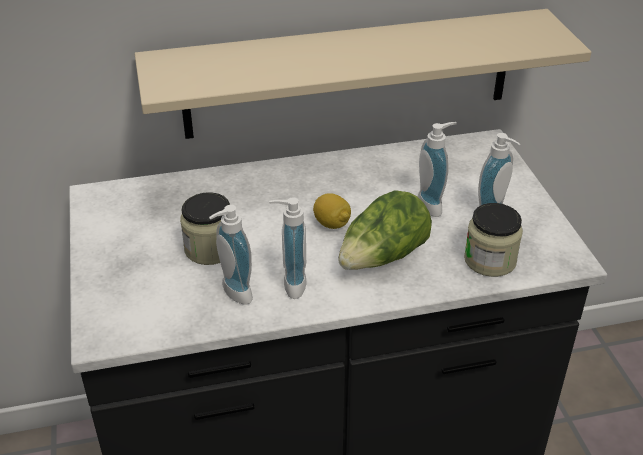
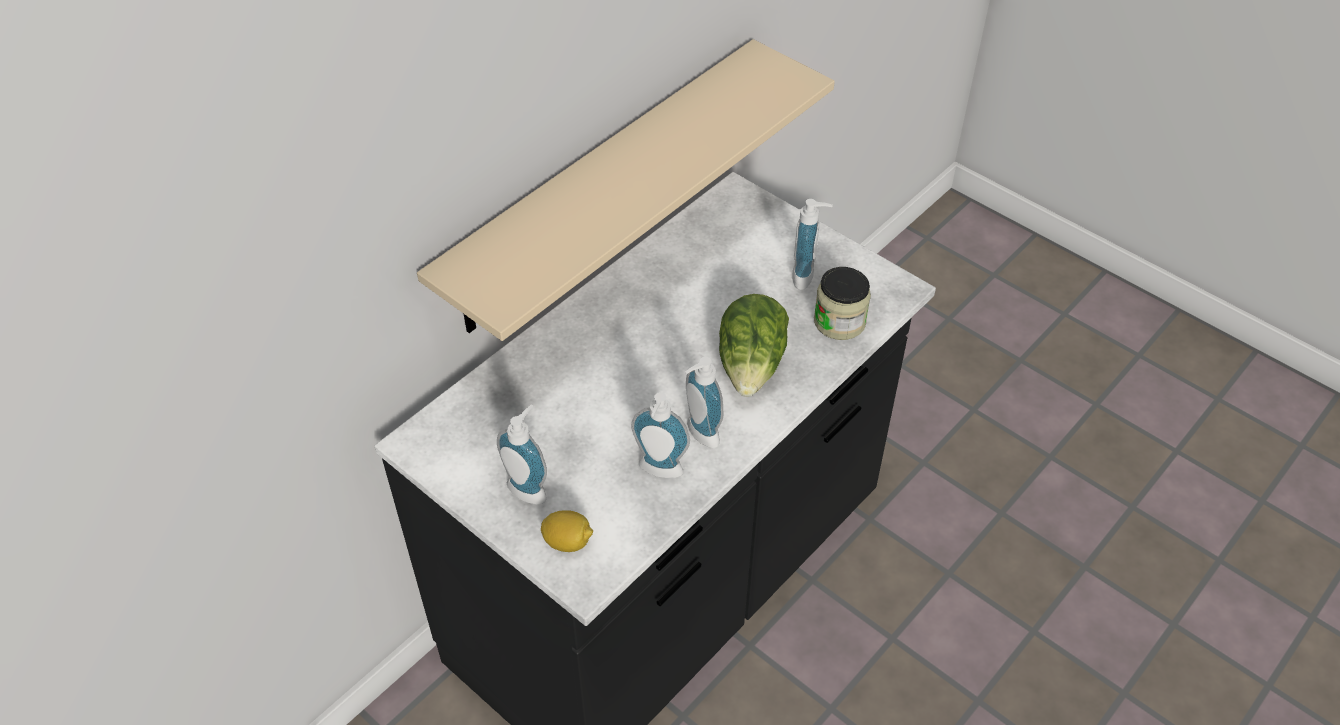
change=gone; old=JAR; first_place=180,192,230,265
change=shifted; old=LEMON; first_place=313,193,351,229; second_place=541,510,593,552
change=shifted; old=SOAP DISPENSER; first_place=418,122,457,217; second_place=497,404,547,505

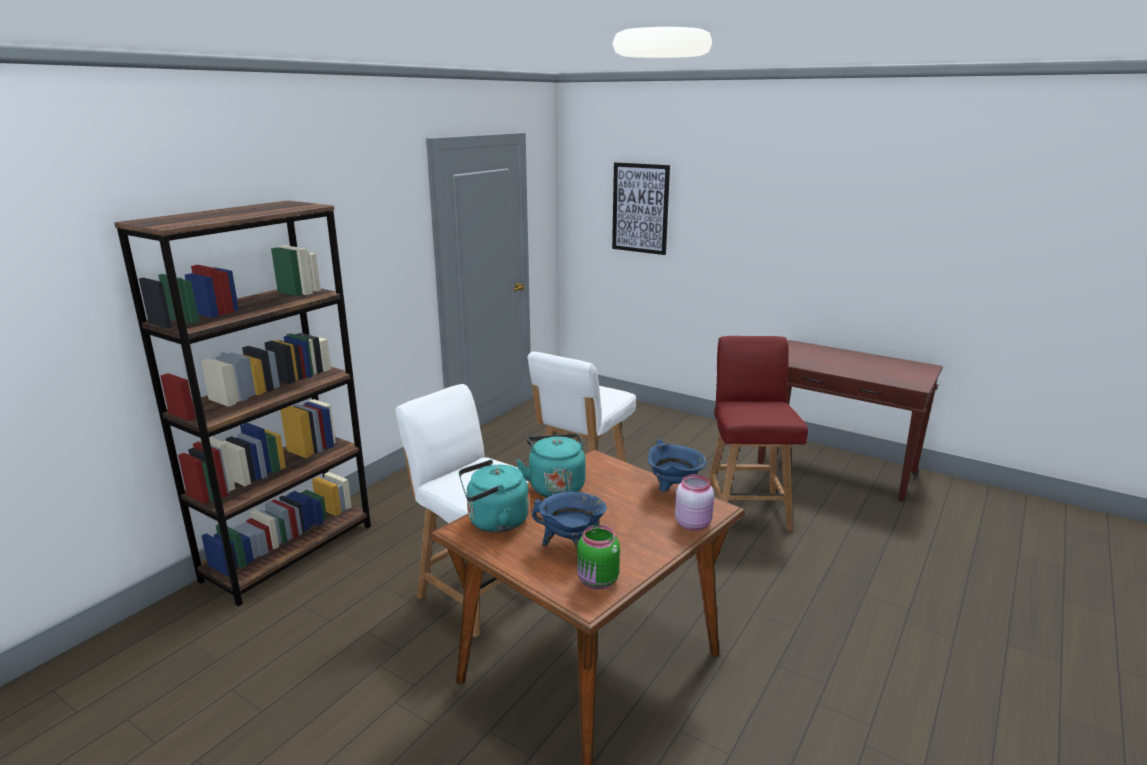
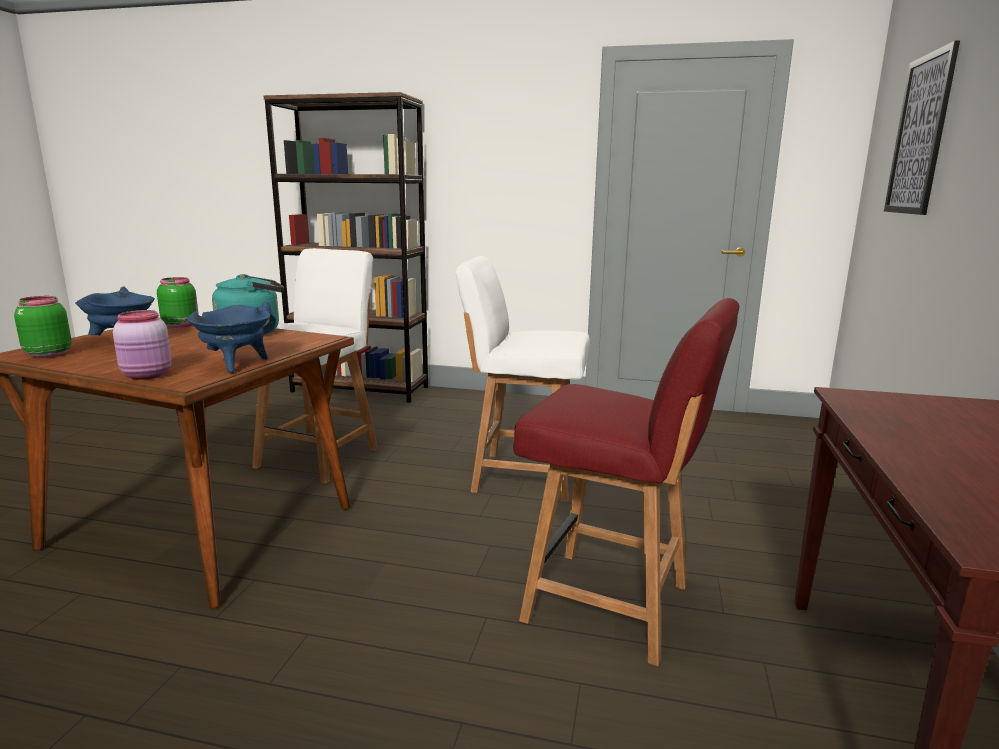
change=swapped; old=TURQUOISE KETTLE; new=GREEN JAR; first_place=459,460,529,533; second_place=157,277,199,328
change=rotated; old=RED CHAIR; first_place=708,336,808,531; second_place=513,298,739,666; degrees=45

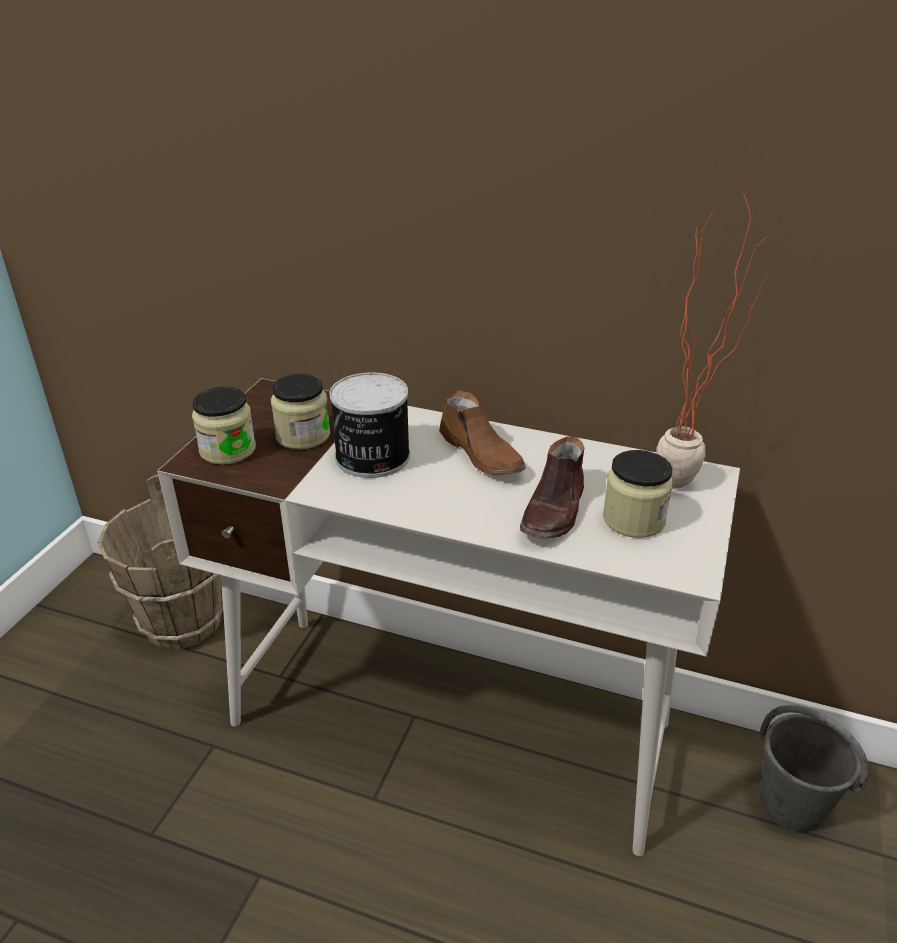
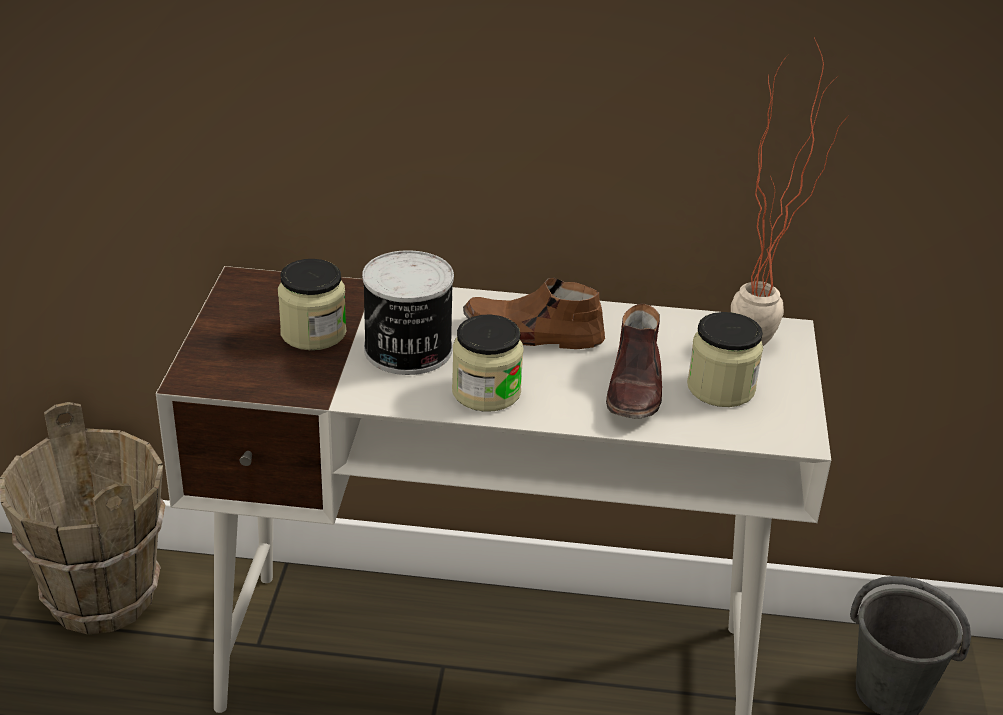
change=shifted; old=JAR; first_place=192,387,256,465; second_place=452,315,524,412
change=rotated; old=BROWN SHOE; first_place=439,390,526,476; second_place=463,278,605,349; degrees=150

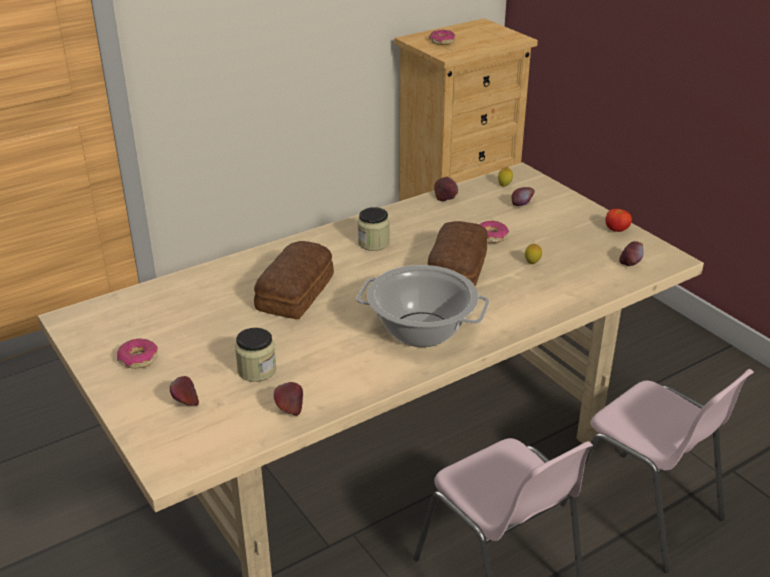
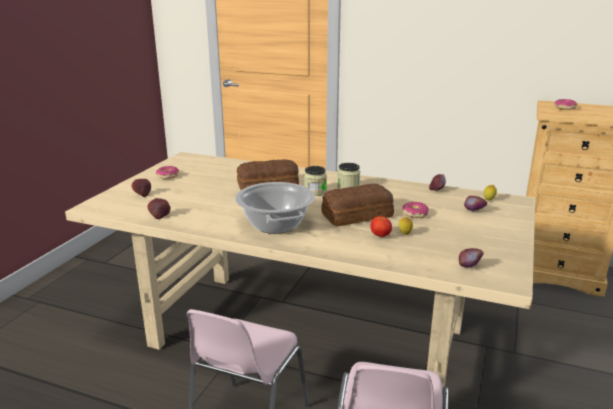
change=shifted; old=JAR; first_place=235,328,276,382; second_place=304,166,327,196
change=shifted; old=TOMATO; first_place=605,209,632,232; second_place=370,216,392,237

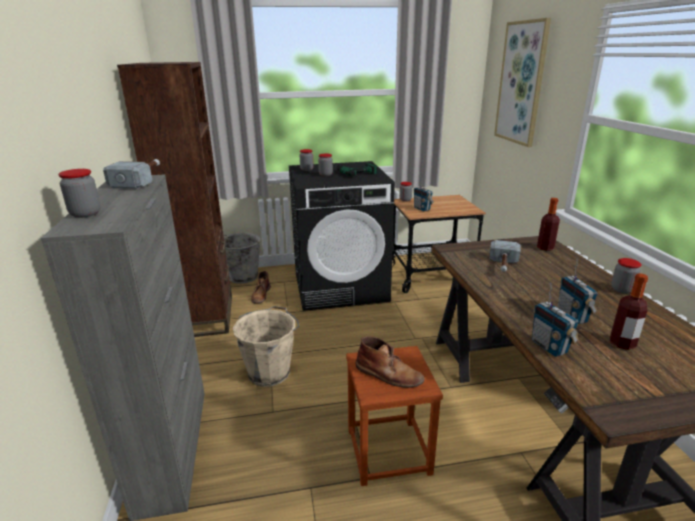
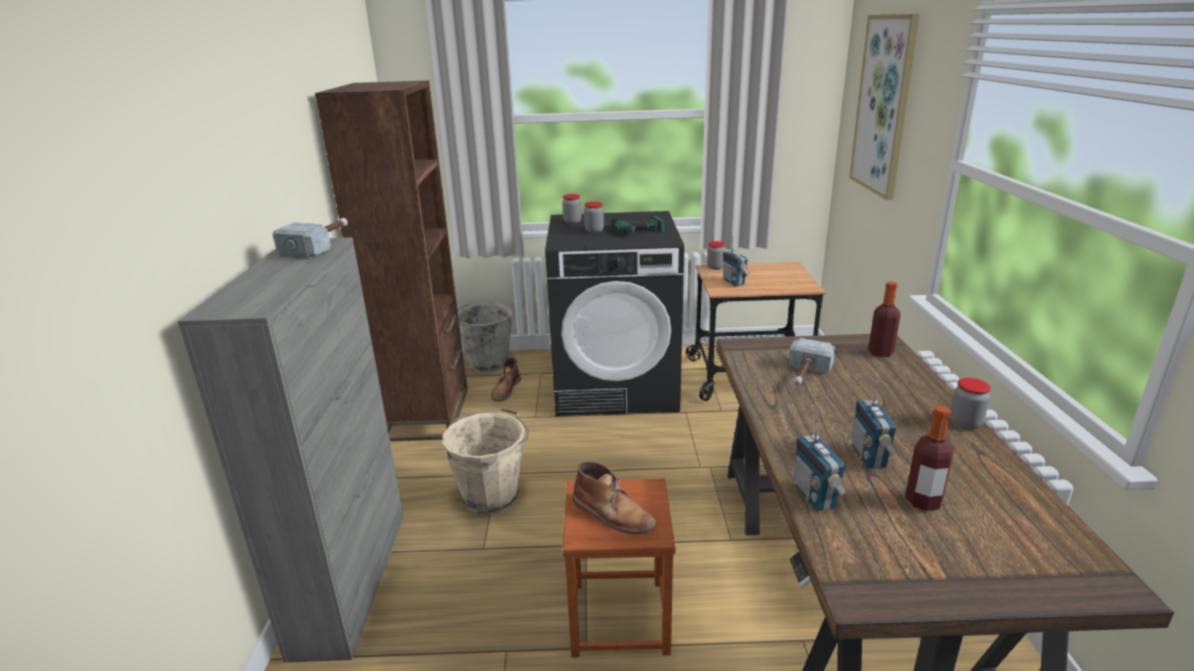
change=gone; old=JAR; first_place=58,169,101,218

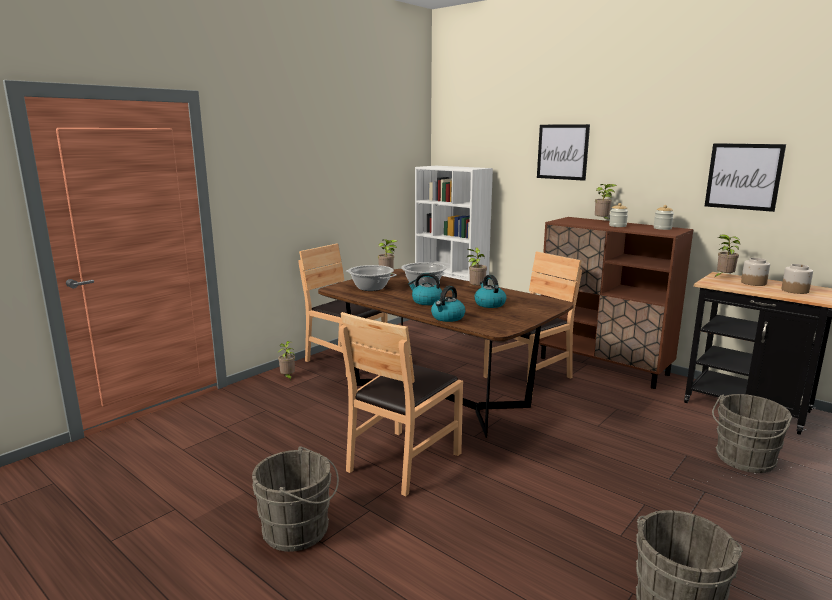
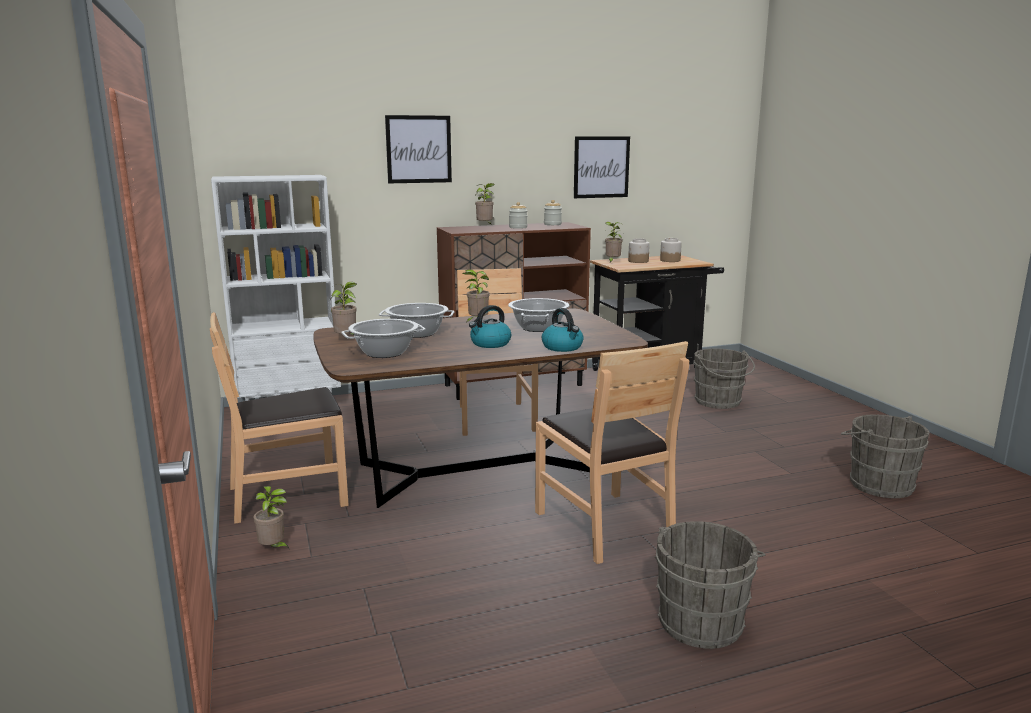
change=swapped; old=KETTLE; new=COOKING POT; first_place=474,275,506,308; second_place=508,298,569,332

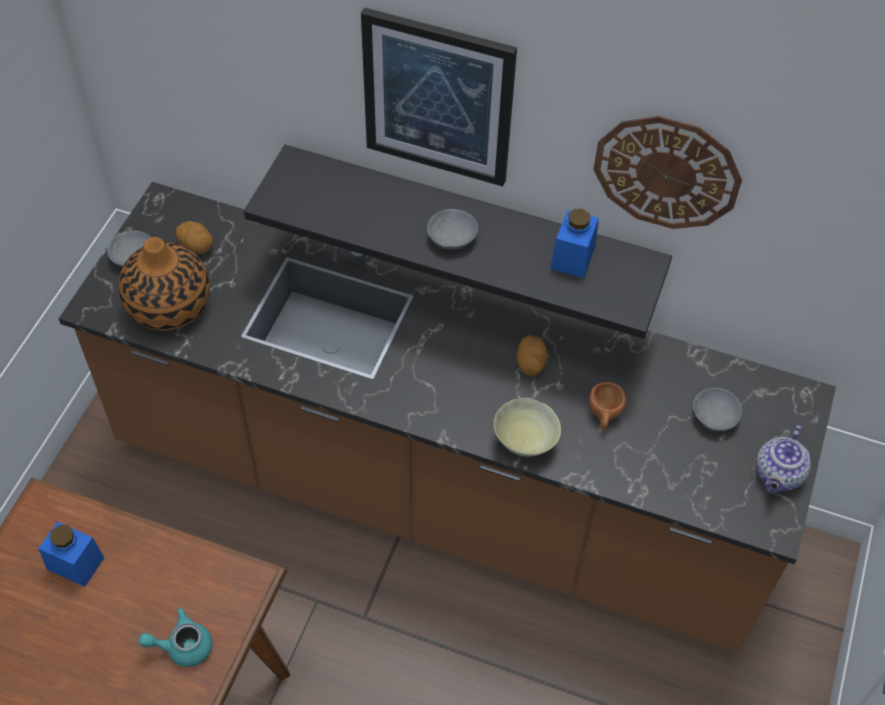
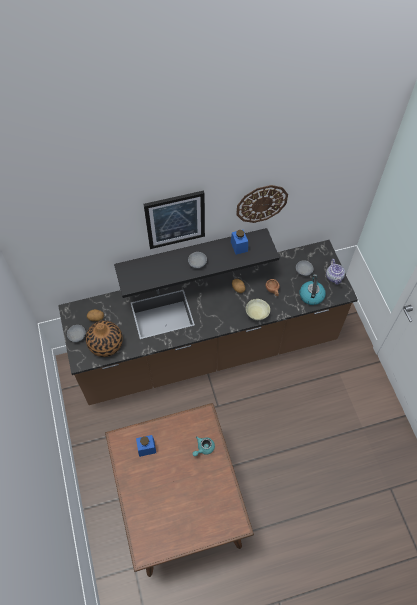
change=new; new=KETTLE; second_place=299,274,326,305

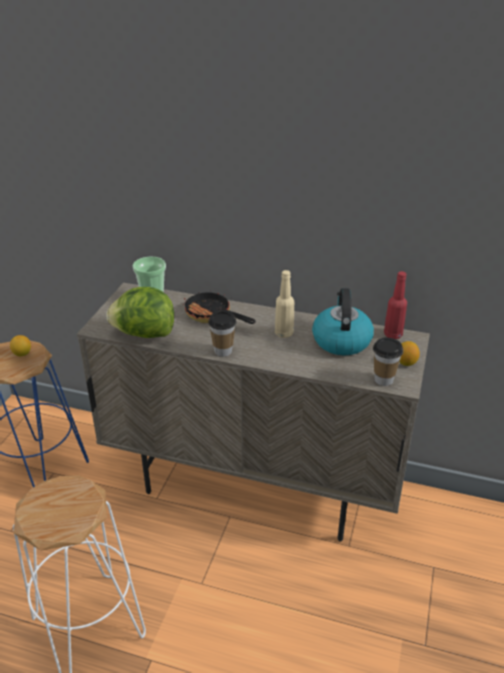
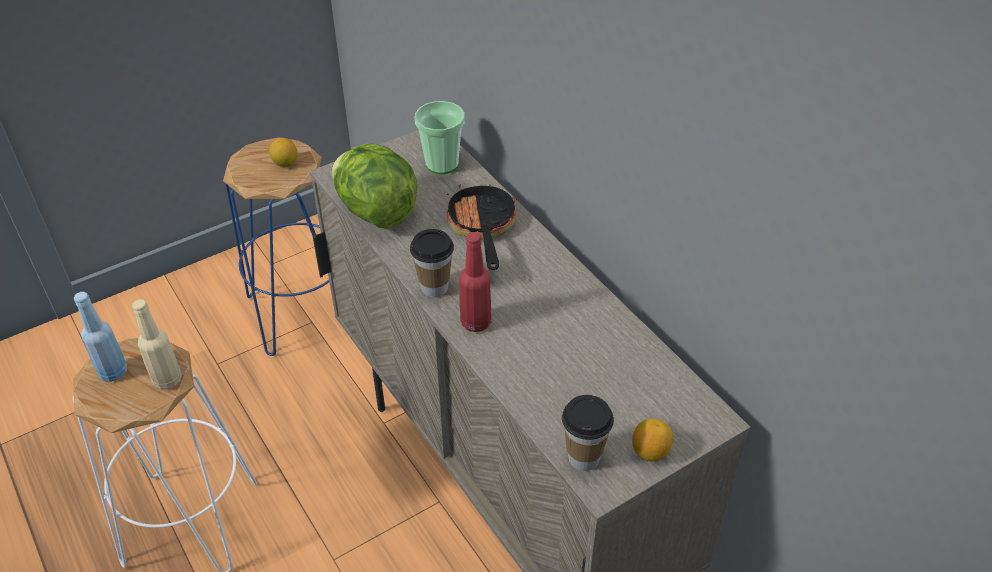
change=shifted; old=BEIGE BOTTLE; first_place=275,270,295,338; second_place=132,299,182,389
change=gone; old=KETTLE; first_place=312,288,374,355
change=shifted; old=RED BOTTLE; first_place=384,271,407,339; second_place=459,232,491,332
change=new; new=BLUE BOTTLE; second_place=74,292,127,382

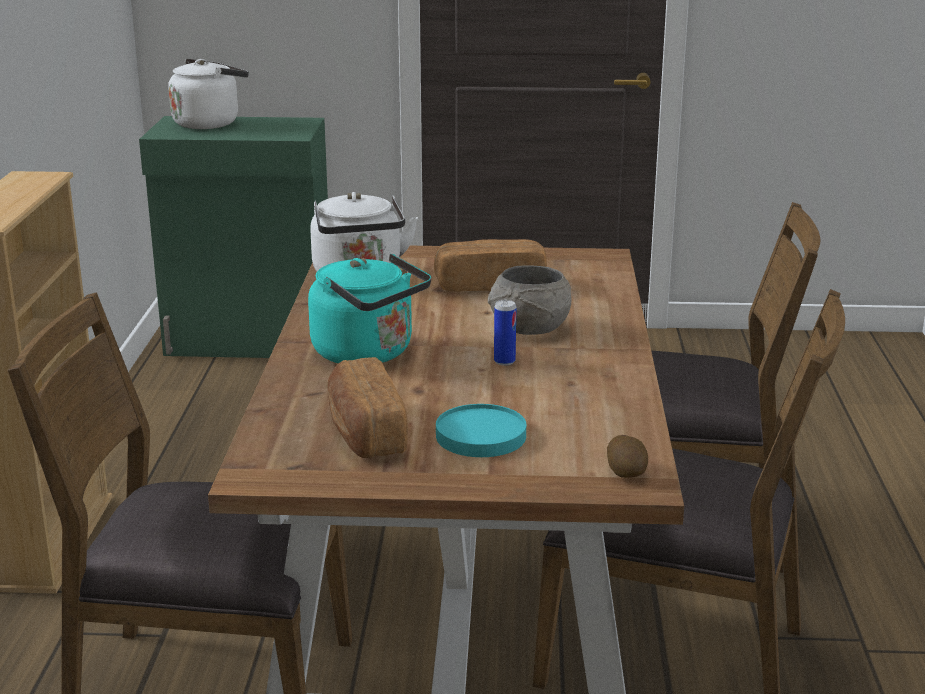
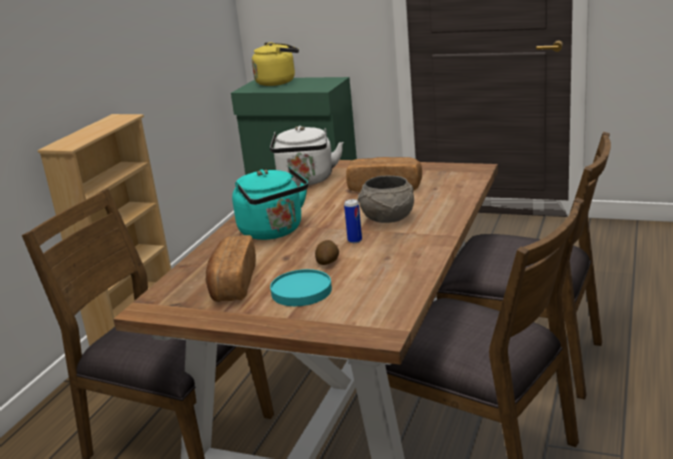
change=repainted; old=WHITE KETTLE; new=YELLOW KETTLE; first_place=168,59,249,129; second_place=252,42,299,86
change=shifted; old=POTATO; first_place=607,435,648,478; second_place=315,240,339,265

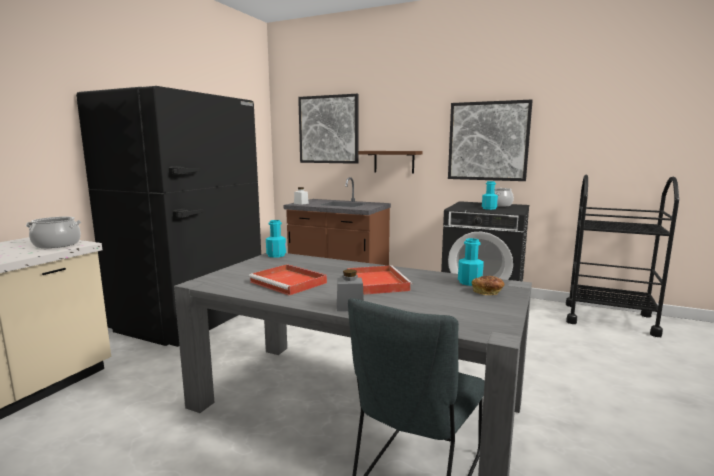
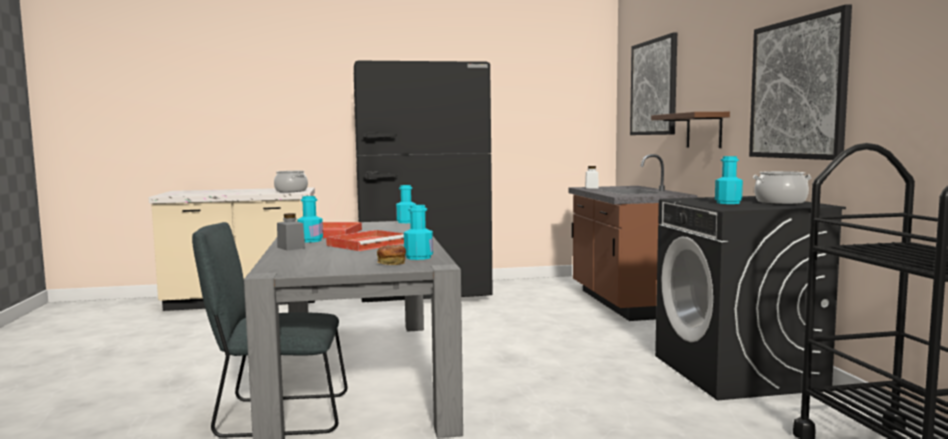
change=new; new=TURQUOISE BOTTLE; second_place=297,196,323,243

